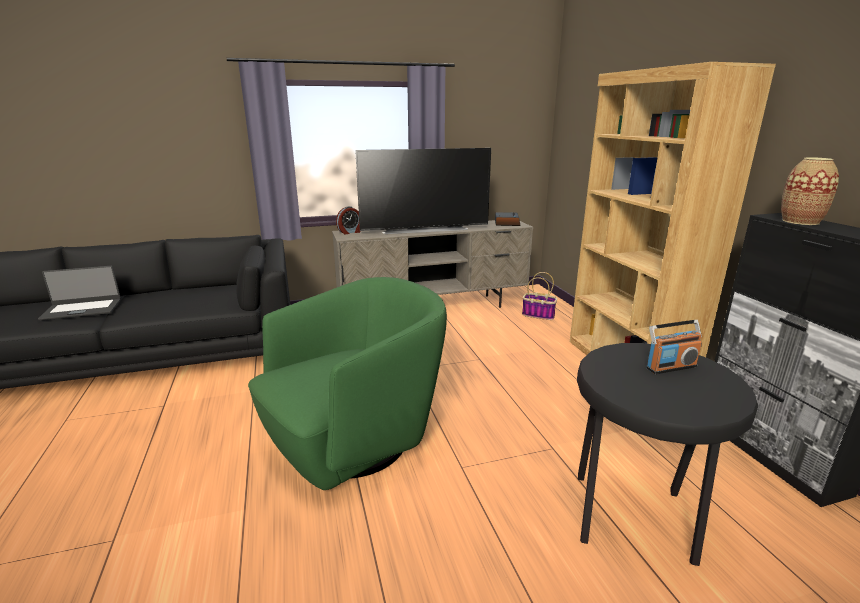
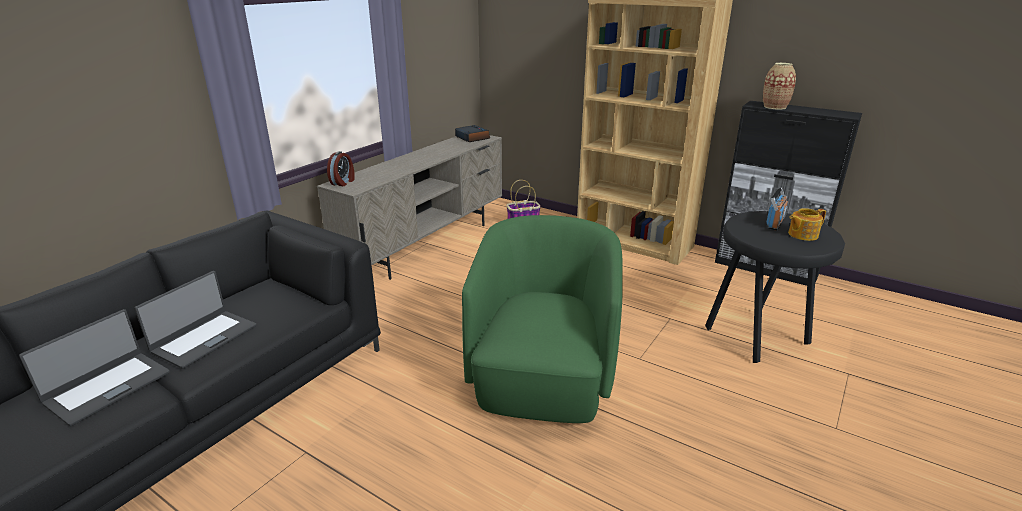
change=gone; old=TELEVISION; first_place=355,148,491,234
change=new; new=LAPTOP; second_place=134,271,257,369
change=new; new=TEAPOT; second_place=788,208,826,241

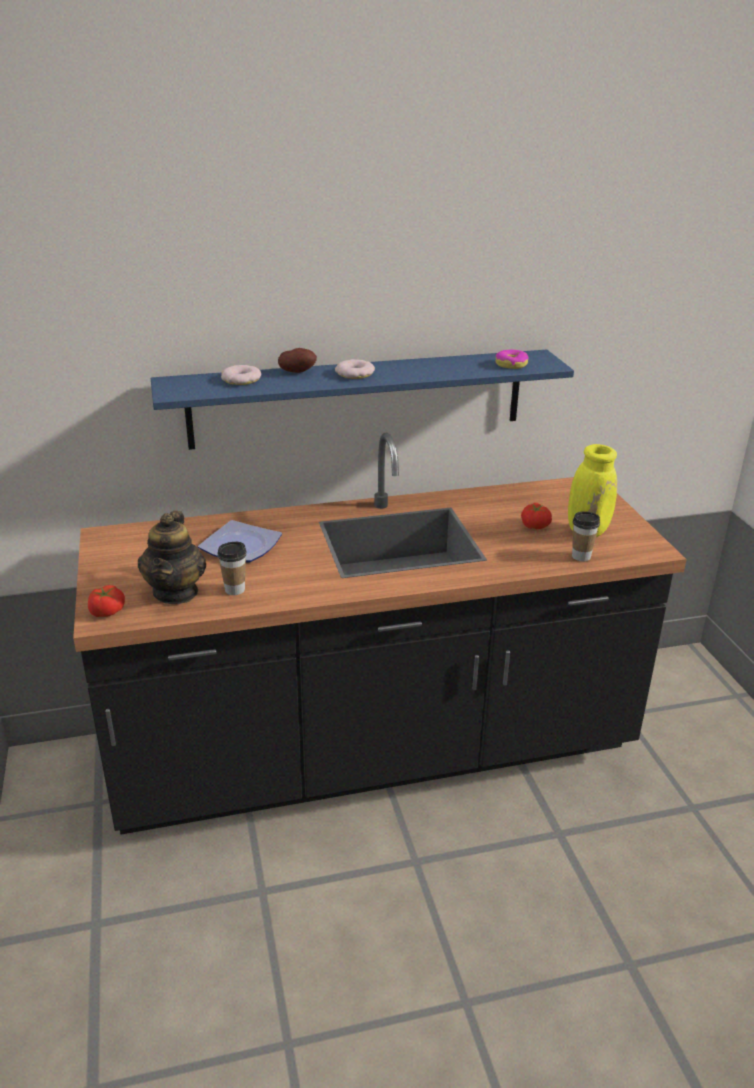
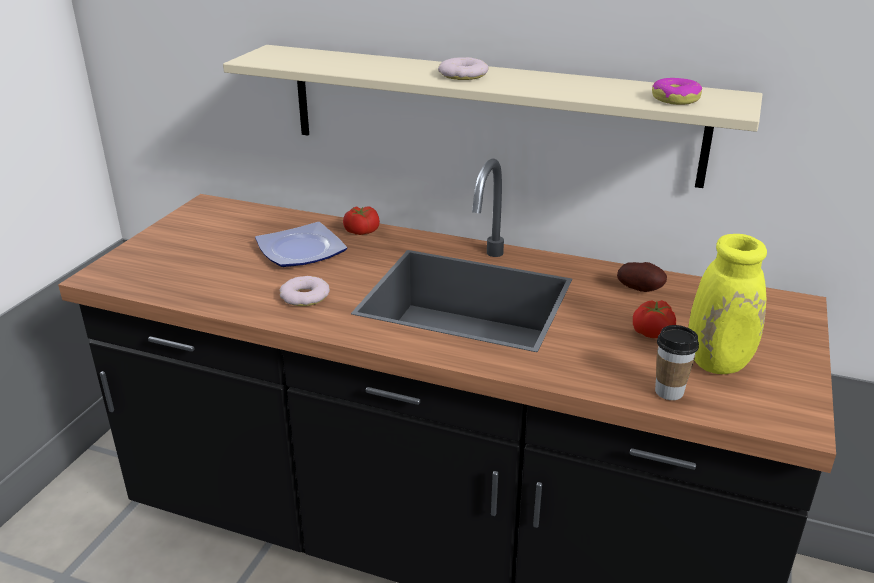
change=shifted; old=TOMATO; first_place=88,585,125,617; second_place=343,206,380,235
change=gone; old=TEAPOT; first_place=138,511,206,604
change=repainted; old=BLUE SHELF; new=BEIGE SHELF; first_place=150,349,574,450; second_place=223,45,763,188
change=gone; old=CUP; first_place=218,542,247,595
change=shifted; old=DONUT; first_place=221,365,261,385; second_place=280,276,330,306
change=shifted; old=POTATO; first_place=278,348,317,373; second_place=617,262,667,292

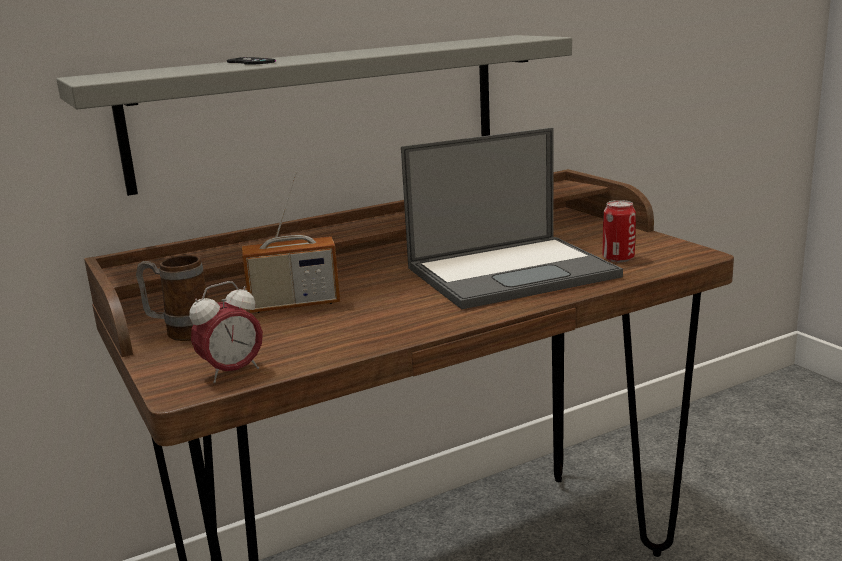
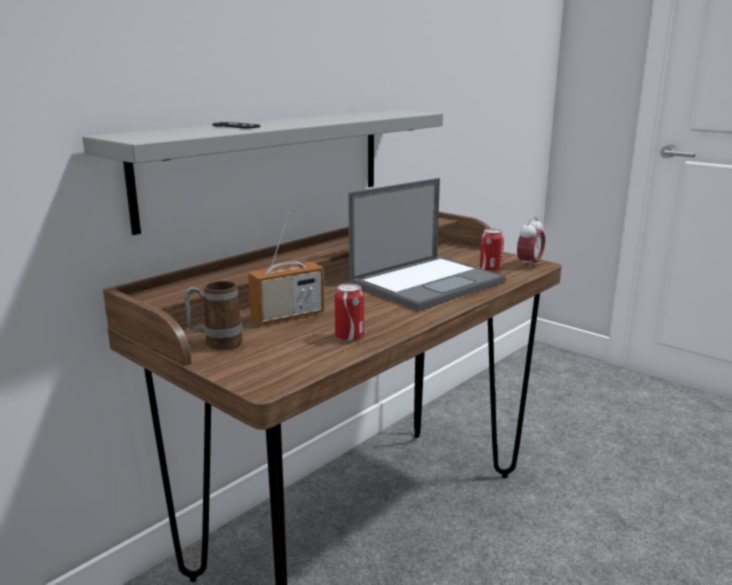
change=shifted; old=ALARM CLOCK; first_place=189,281,263,383; second_place=517,216,545,269
change=new; new=CAN; second_place=335,283,364,341

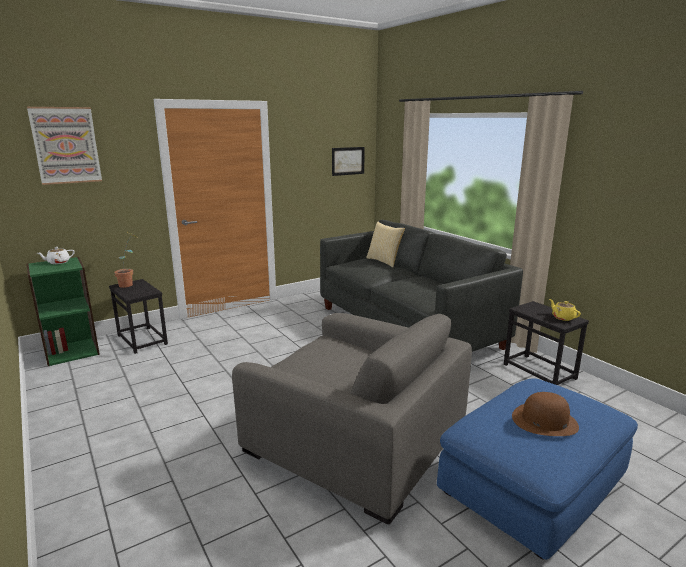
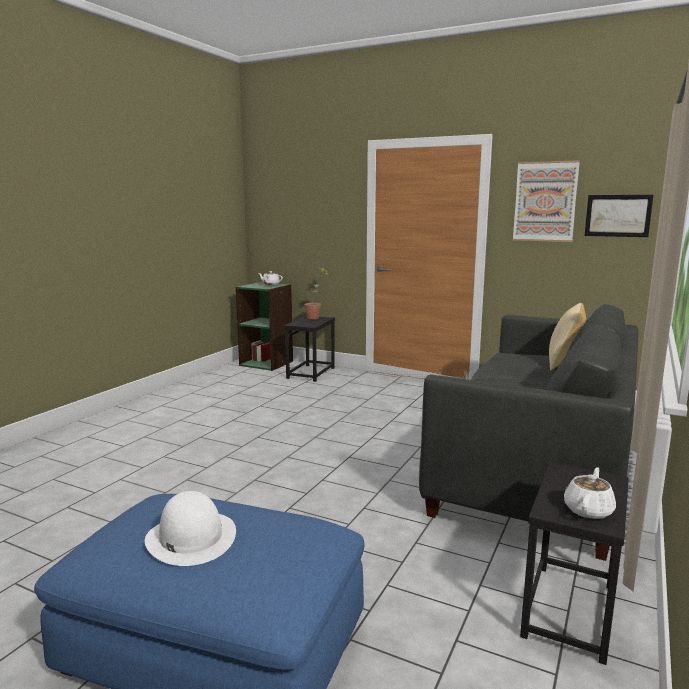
change=shifted; old=PICTURE; first_place=27,107,102,185; second_place=513,160,580,242
change=gone; old=GREY ARMCHAIR; first_place=232,313,472,524
change=repainted; old=BROWN HAT; new=WHITE HAT; first_place=512,392,579,436; second_place=145,491,236,566
change=repainted; old=YELLOW TEAPOT; new=WHITE TEAPOT; first_place=549,299,581,321; second_place=564,467,616,519

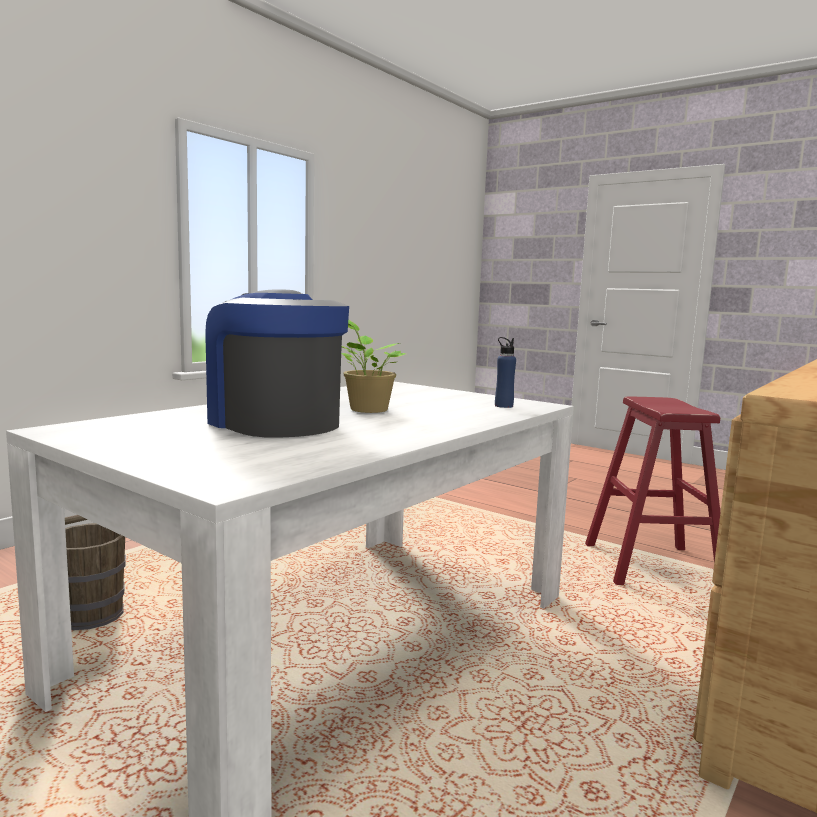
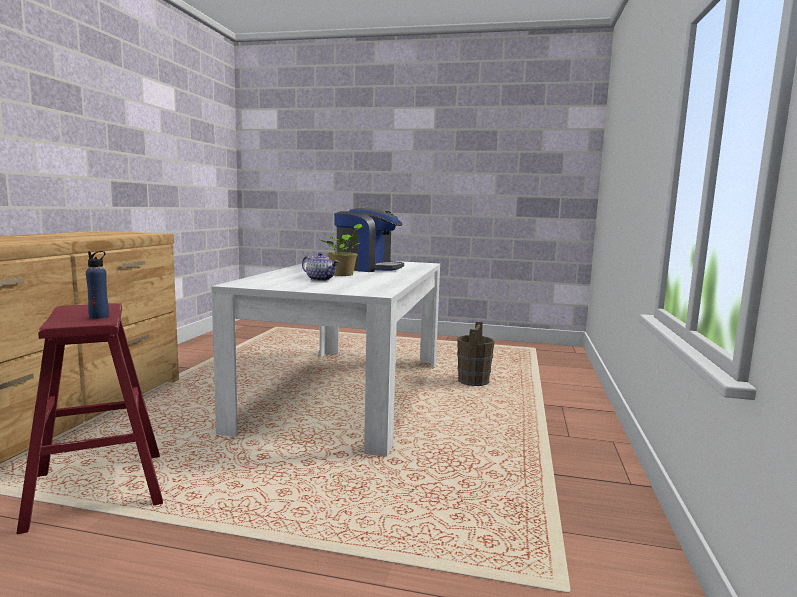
change=shifted; old=BLUE BOTTLE; first_place=495,337,516,408; second_place=86,251,109,319
change=new; new=TEAPOT; second_place=302,252,339,281

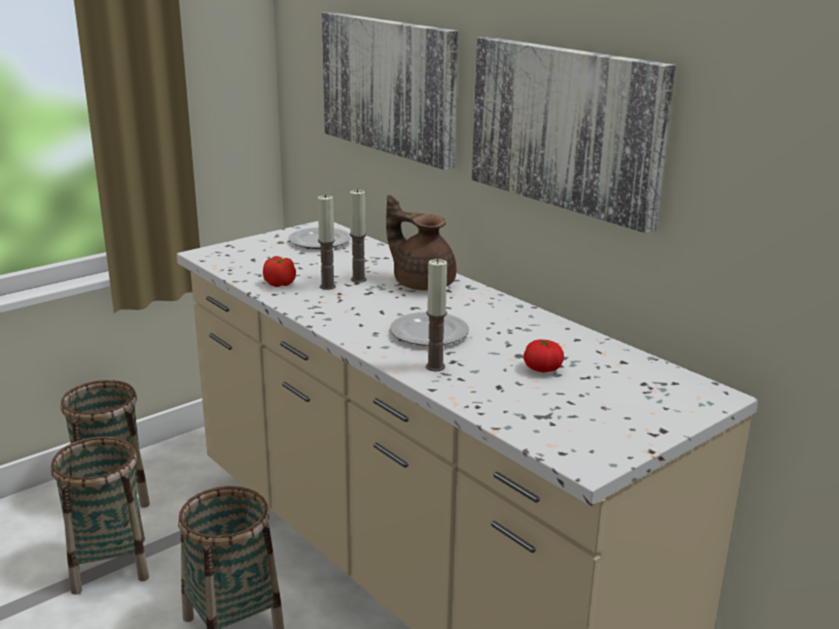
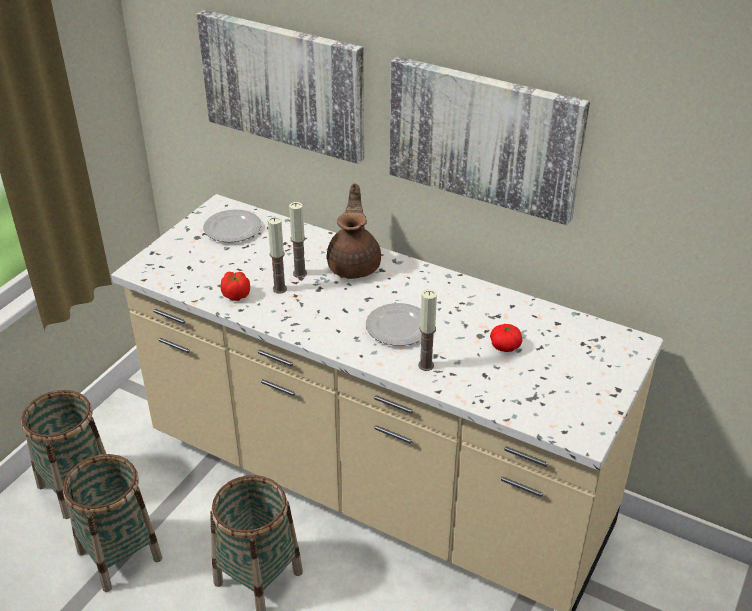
change=rotated; old=BROWN TEAPOT; first_place=386,195,457,291; second_place=327,183,381,279; degrees=75

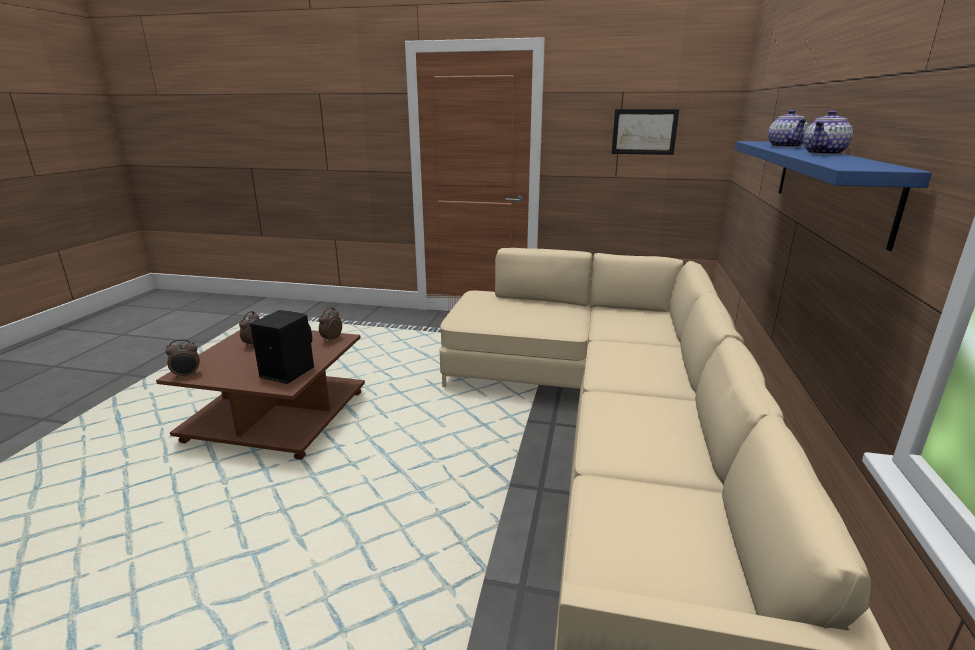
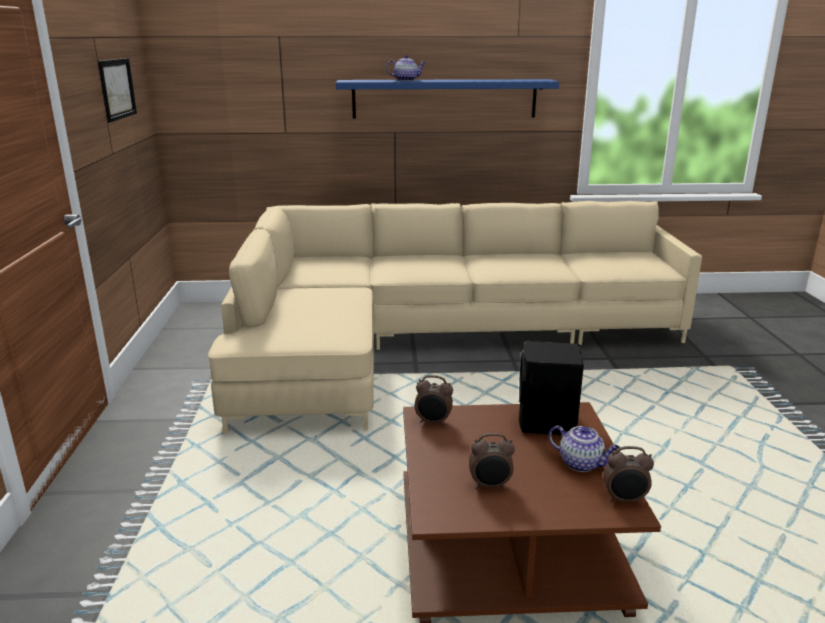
change=rotated; old=ALARM CLOCK; first_place=165,339,200,379; second_place=603,446,654,504; degrees=135
change=shifted; old=TEAPOT; first_place=803,110,853,155; second_place=548,425,620,472

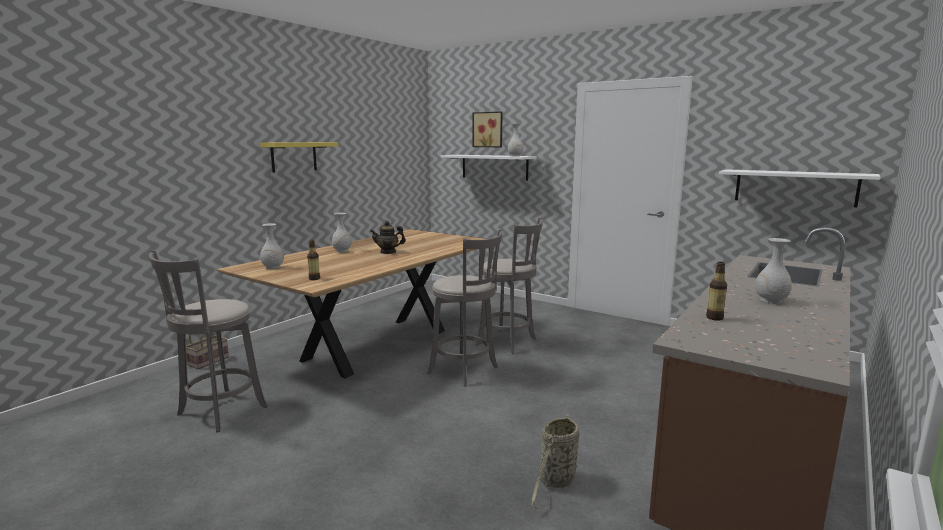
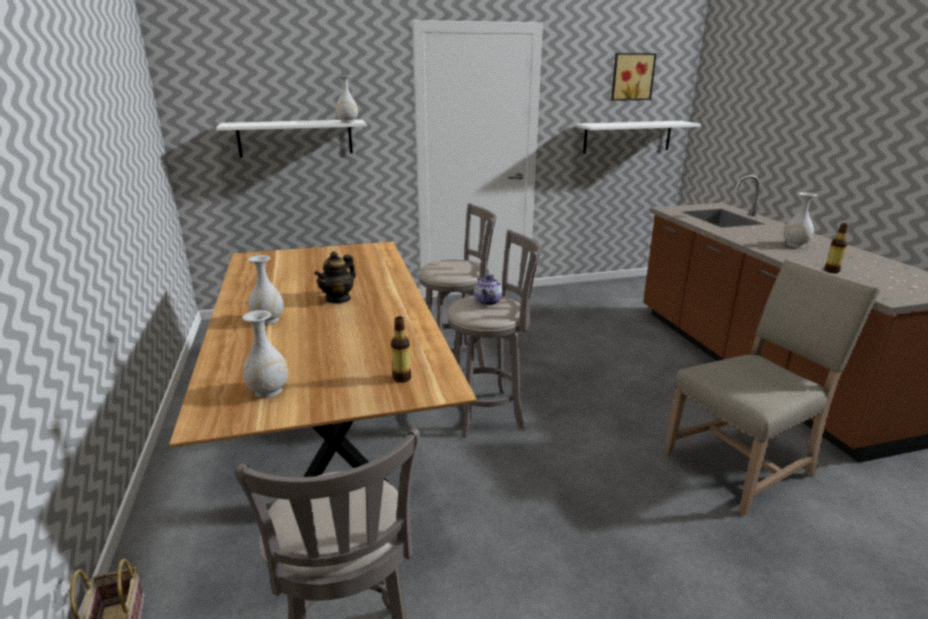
change=gone; old=YELLOW SHELF; first_place=260,142,338,173
change=shifted; old=PICTURE; first_place=473,112,503,147; second_place=611,53,657,101
change=swapped; old=BASKET; new=BEIGE CHAIR; first_place=531,414,580,510; second_place=664,259,881,516
change=new; new=TEAPOT; second_place=474,274,503,305

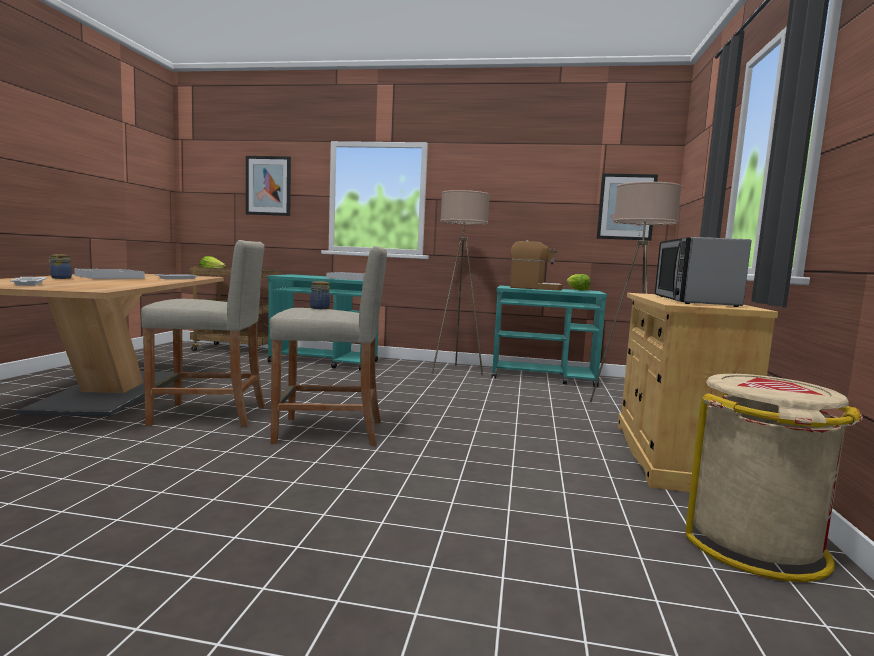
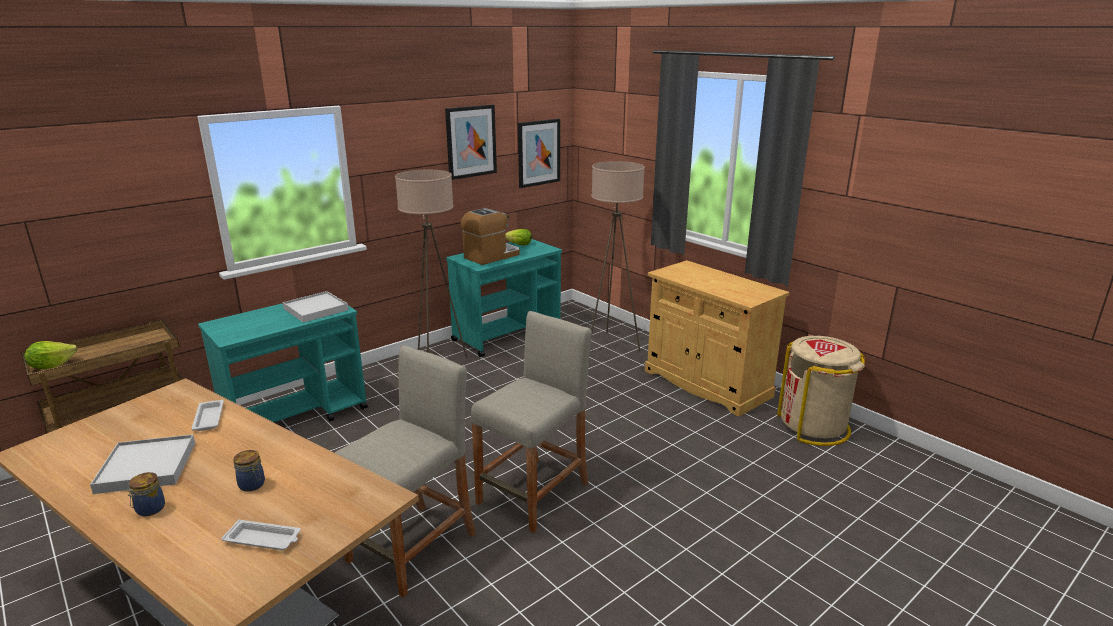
change=shifted; old=PICTURE; first_place=246,156,291,216; second_place=445,105,497,180
change=shifted; old=JAR; first_place=310,281,330,309; second_place=233,450,265,492
change=gone; old=MICROWAVE; first_place=655,237,751,307

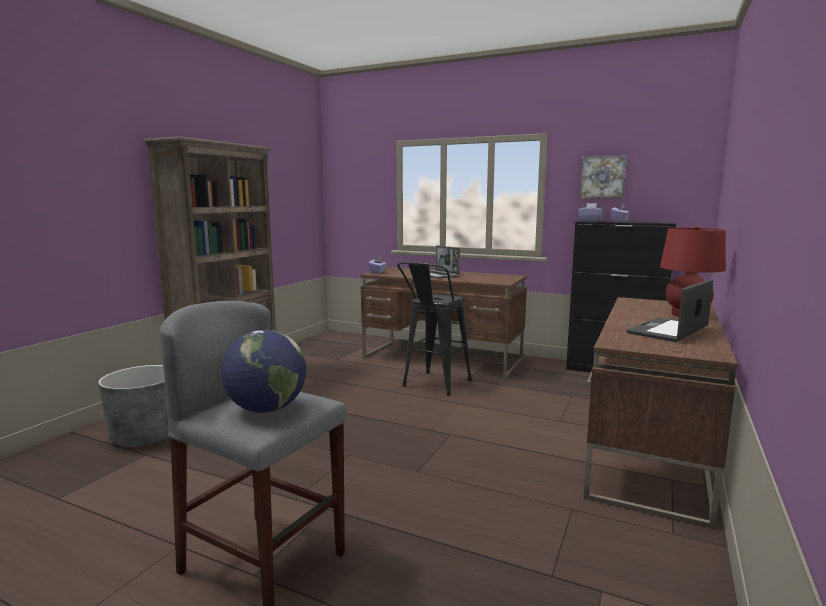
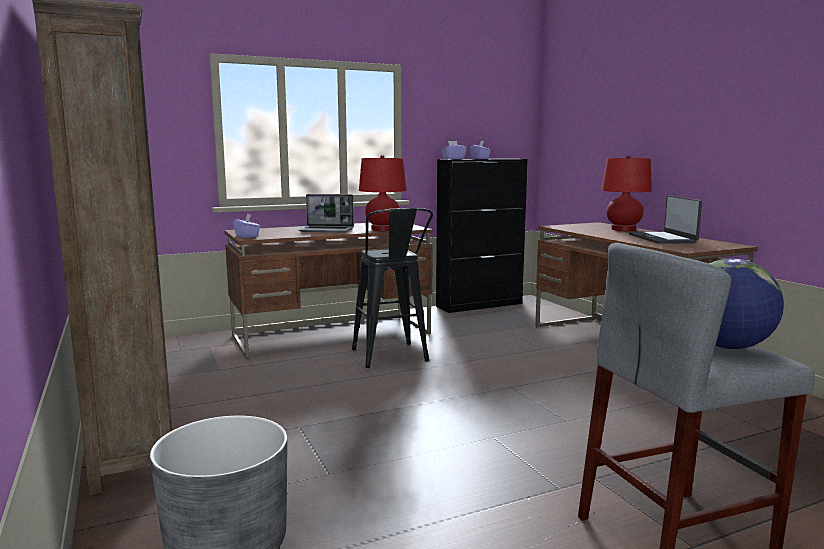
change=gone; old=PICTURE; first_place=580,155,627,198
change=new; new=RED TABLE LAMP; second_place=359,155,407,231

